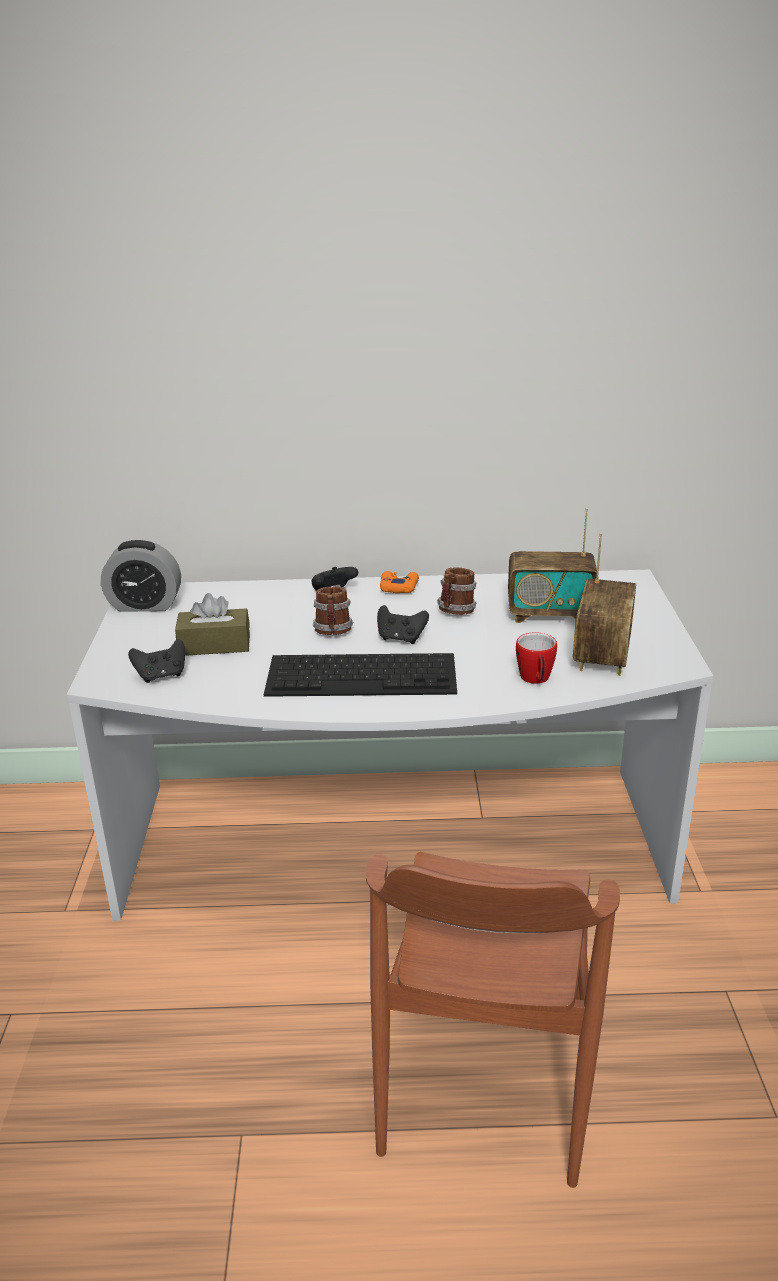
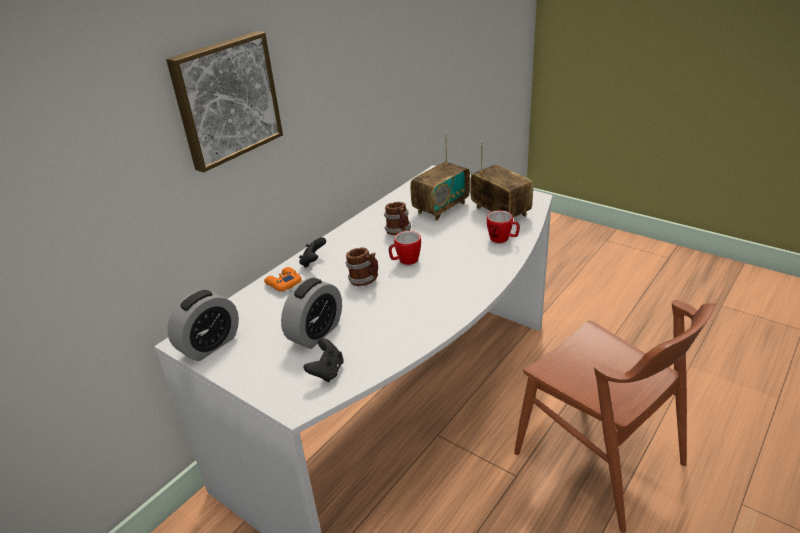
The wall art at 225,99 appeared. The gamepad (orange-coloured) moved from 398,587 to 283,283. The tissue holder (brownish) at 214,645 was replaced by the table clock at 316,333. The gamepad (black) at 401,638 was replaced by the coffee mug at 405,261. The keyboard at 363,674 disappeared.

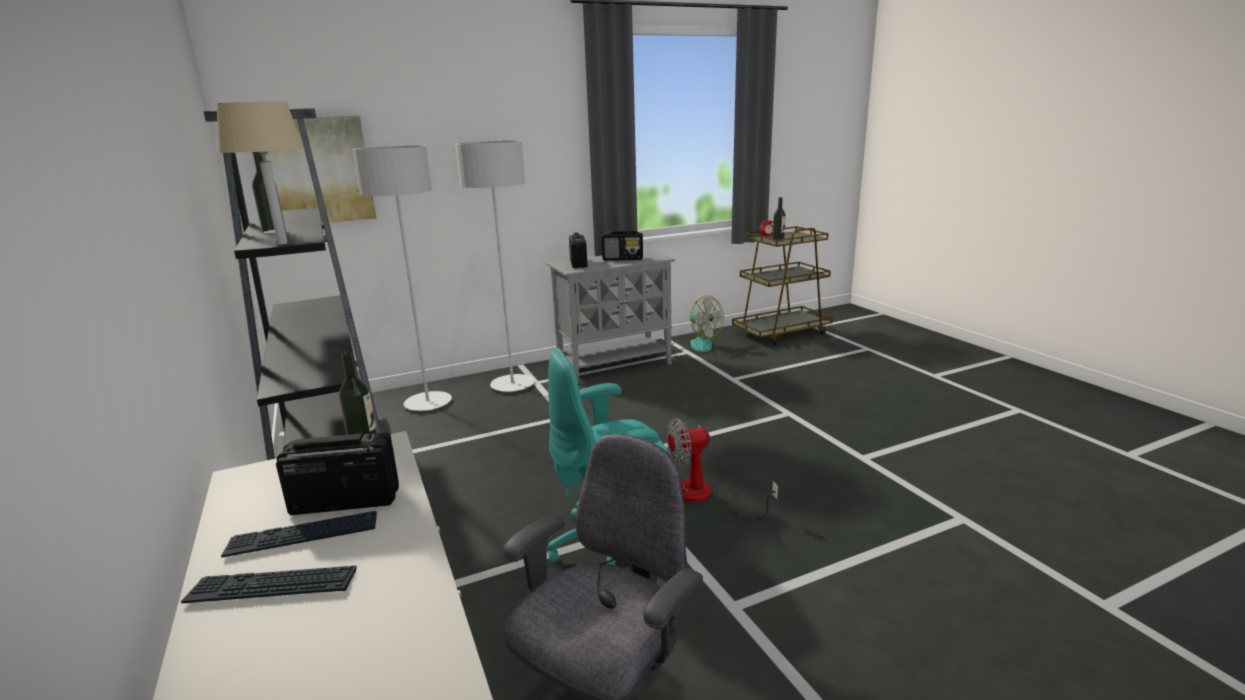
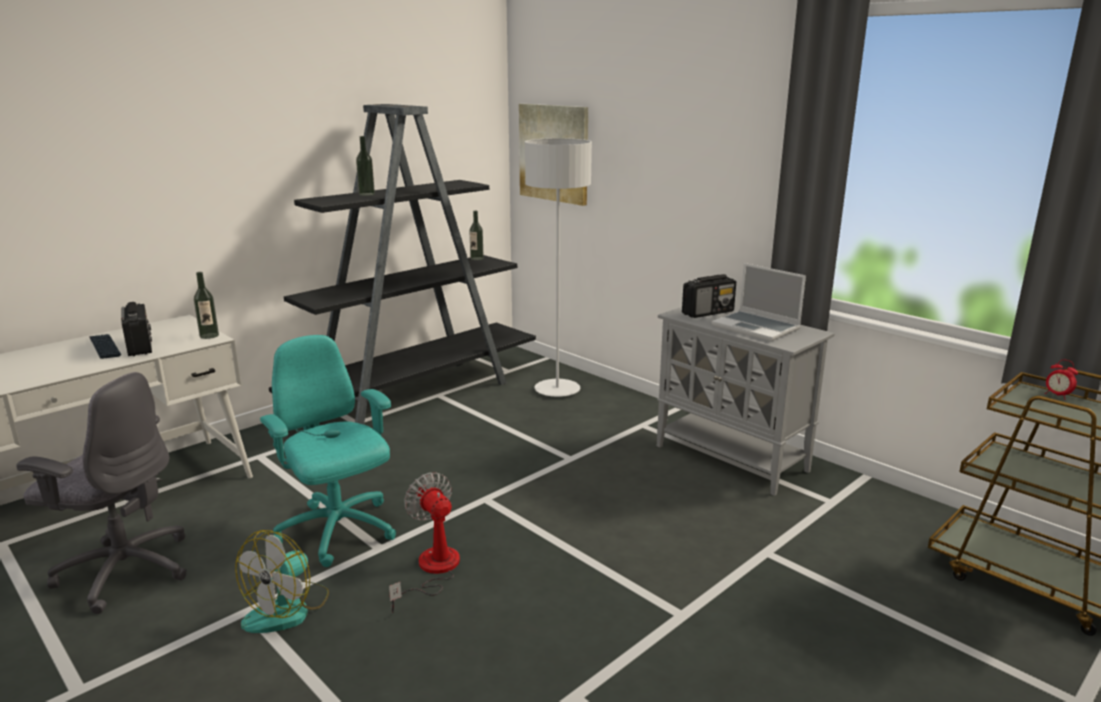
The cooling fan moved from 695,345 to 288,609. The drink bottle moved from 778,241 to 477,258. The radio at 623,259 was replaced by the notebook computer at 757,327. The keyboard at 272,587 disappeared. The table lamp (sand-coloured) at 282,243 disappeared. The standard lamp (gray) at 512,385 disappeared.

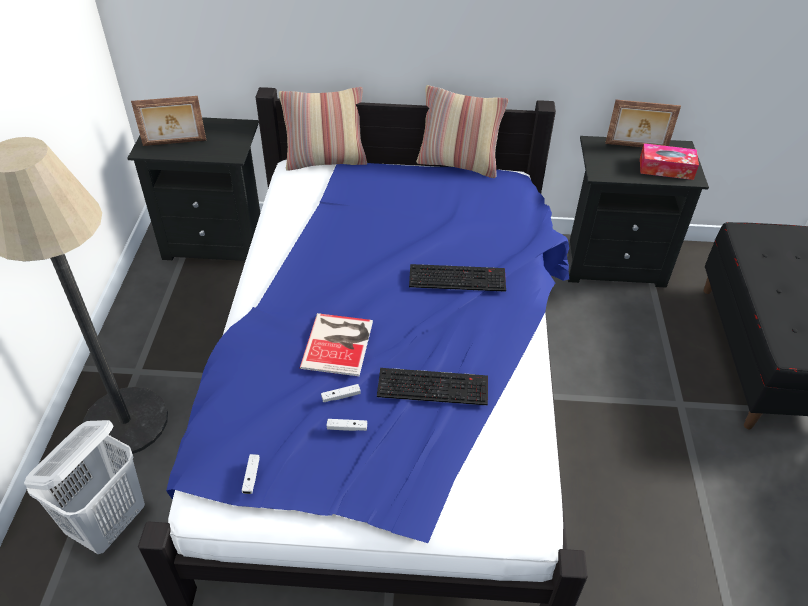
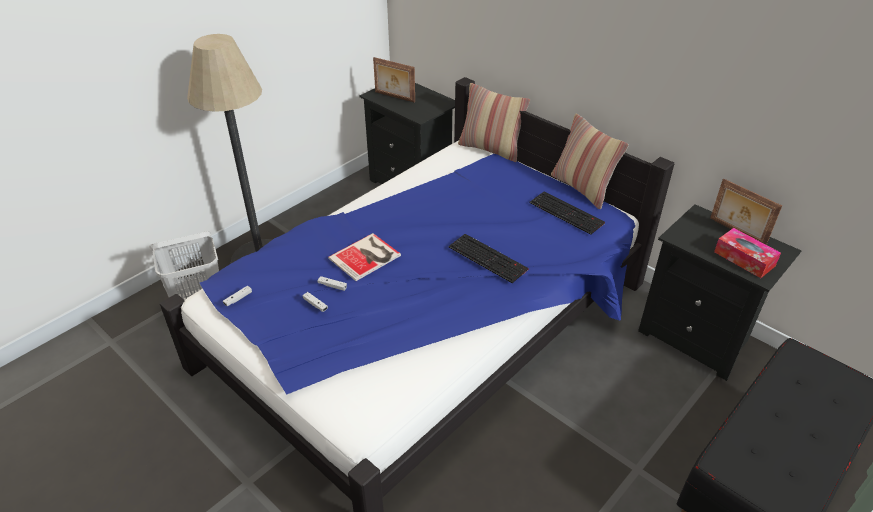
The keyboard moved from 434,386 to 567,213.

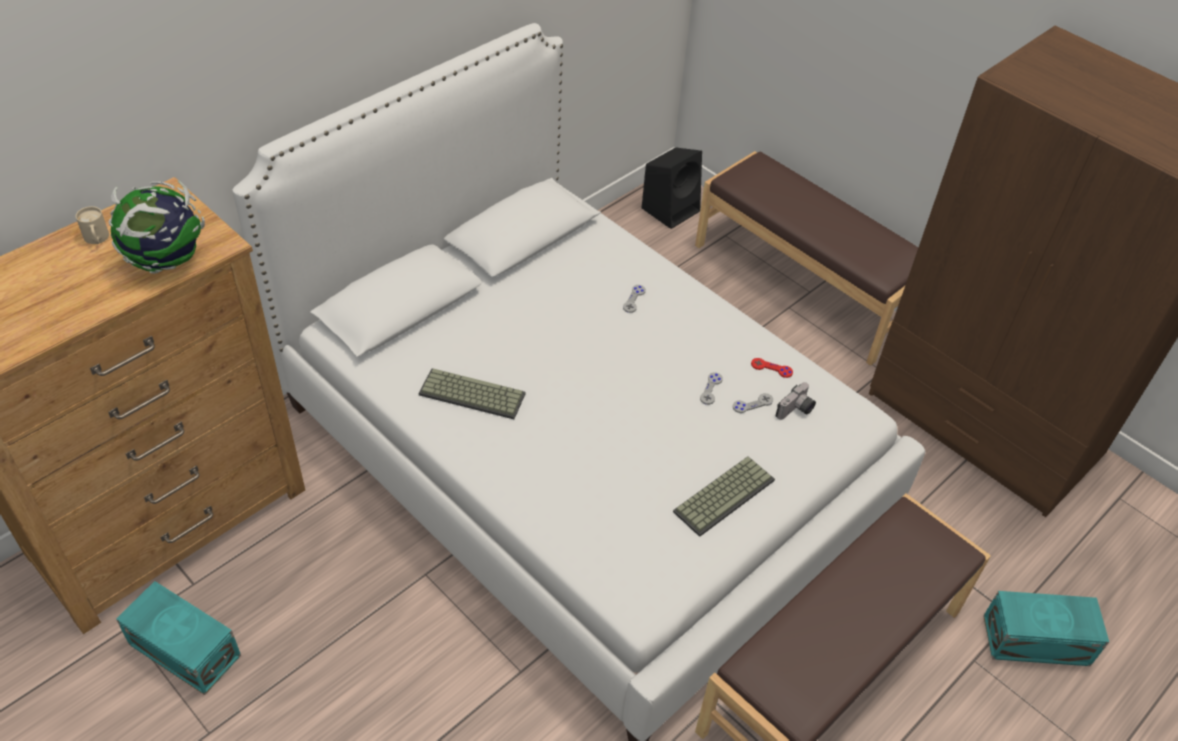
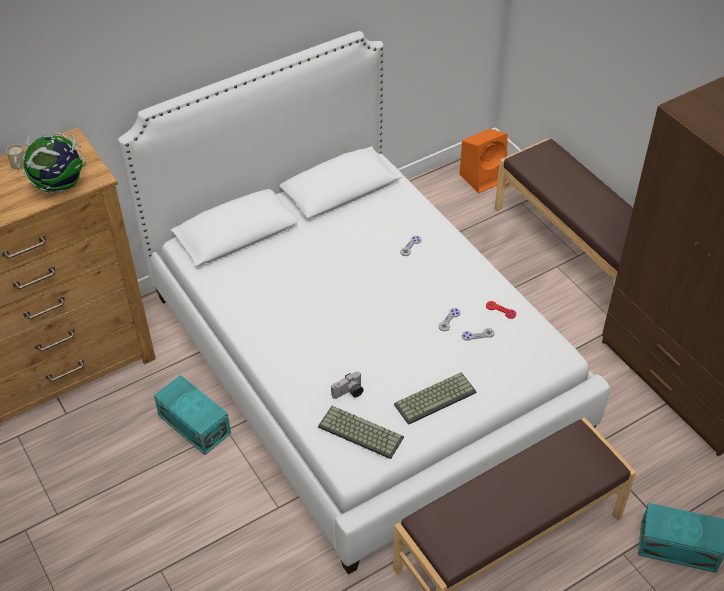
The storage bin (turquoise-coloured) moved from 185,648 to 194,423. The keyboard moved from 470,395 to 359,433. The photo camera moved from 796,411 to 349,393. The audio speaker (black) at 671,209 became the audio speaker (orange-coloured) at 483,177.

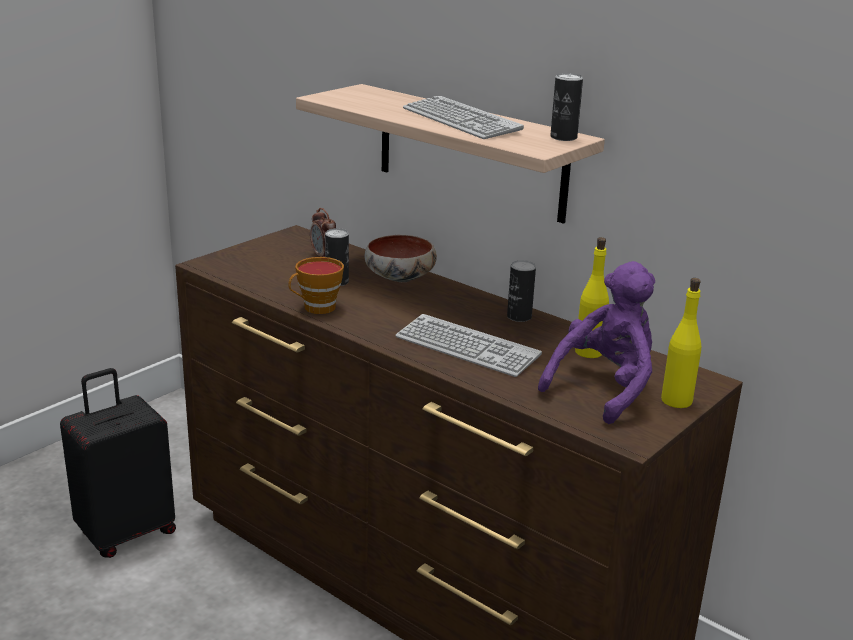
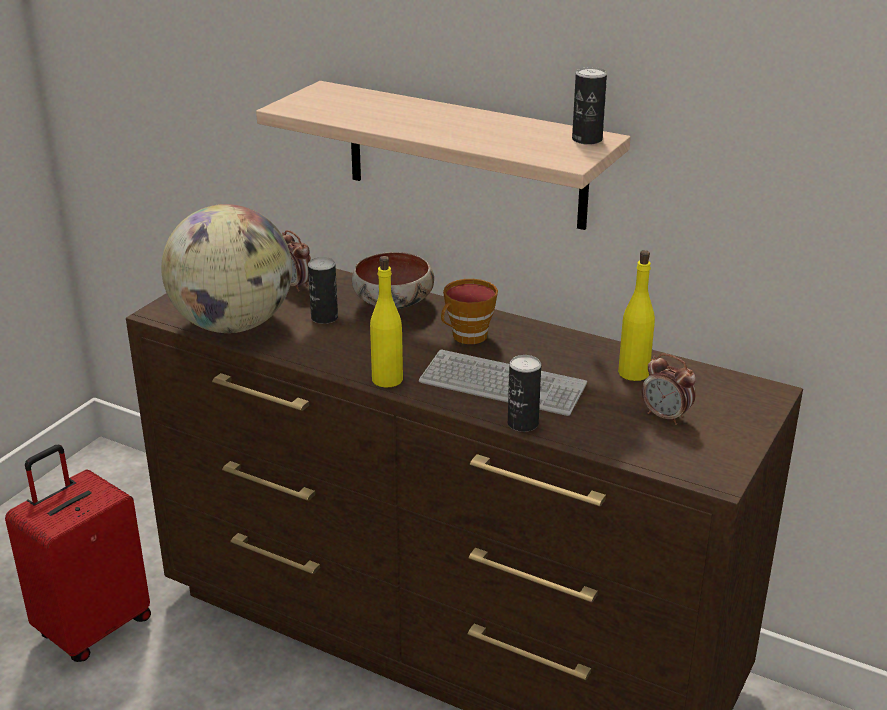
The suitcase (black) at 126,532 became the suitcase (reddish) at 93,627. The world globe at 233,325 appeared. The drink bottle (yellow-coloured) moved from 676,400 to 387,379. The cup moved from 316,308 to 466,337. The sealed can moved from 519,317 to 523,424. The soft toy (purple-coloured) at 604,388 was replaced by the table clock at 666,417. The keyboard at 460,120 disappeared.

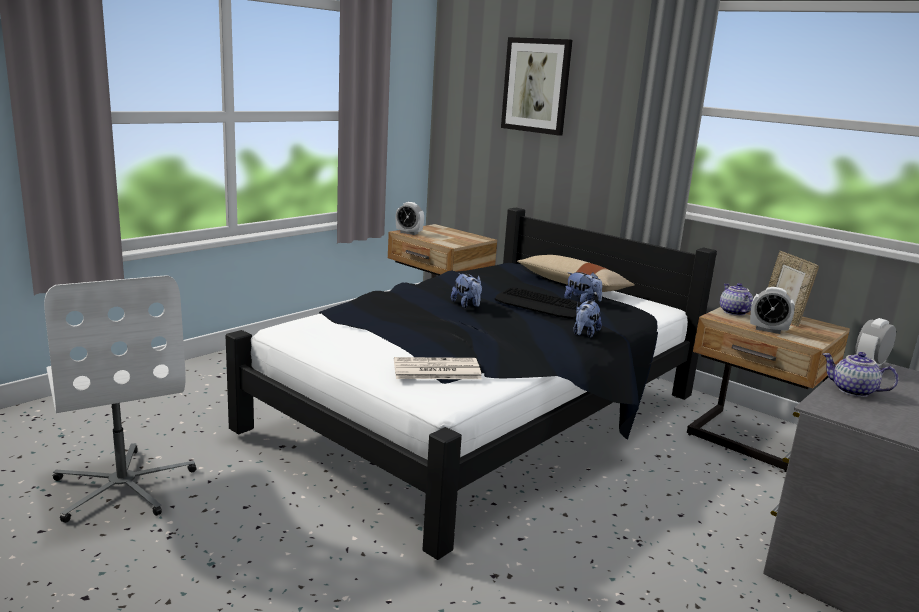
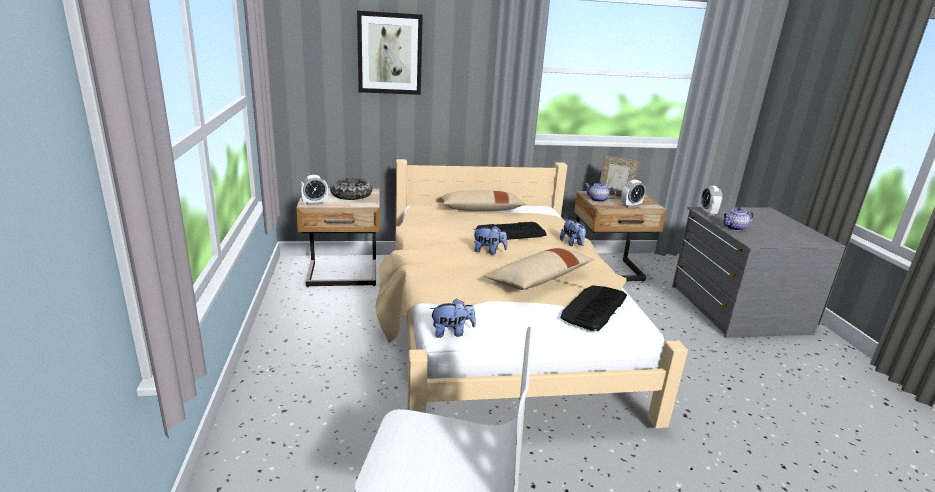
The bowl at 351,195 appeared. The sleeping bed (black) at 478,416 became the sleeping bed (sand-coloured) at 498,329. The soft toy moved from 582,301 to 452,332. The cushion (sand-coloured) at 539,279 appeared. The daily paper at 435,370 was replaced by the keyboard at 594,307.

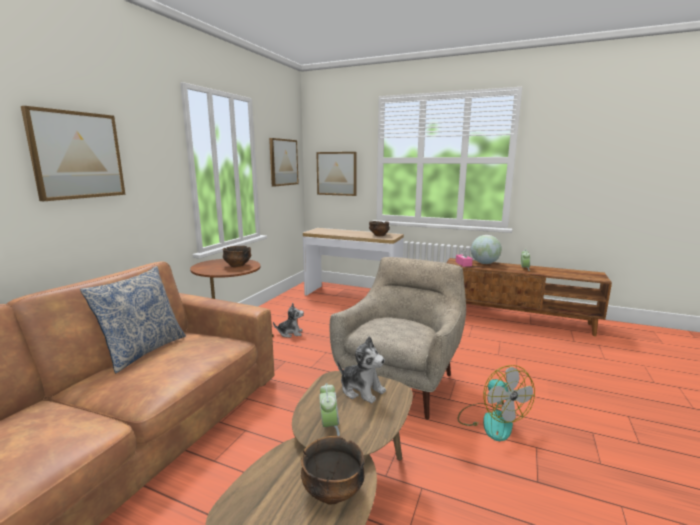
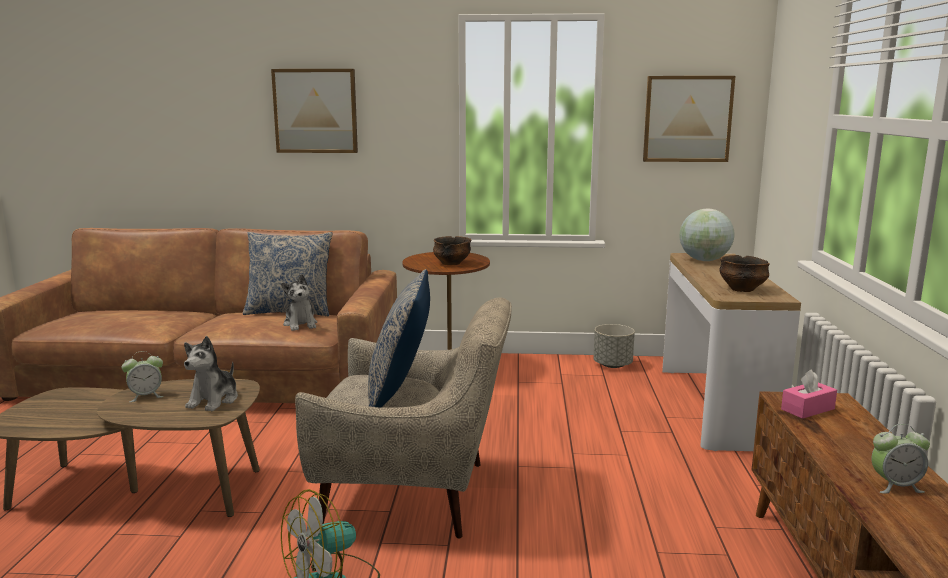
The soft toy moved from 290,333 to 300,324. The cushion at 401,392 appeared. The plant pot (gray) at 613,365 appeared. The world globe moved from 484,263 to 704,260. The bowl at 332,492 disappeared. The wall art at 337,173 disappeared.

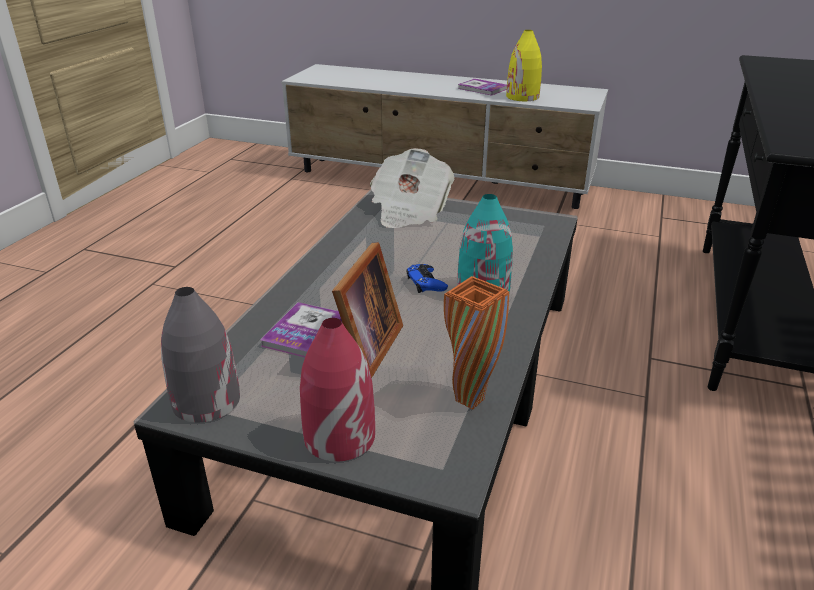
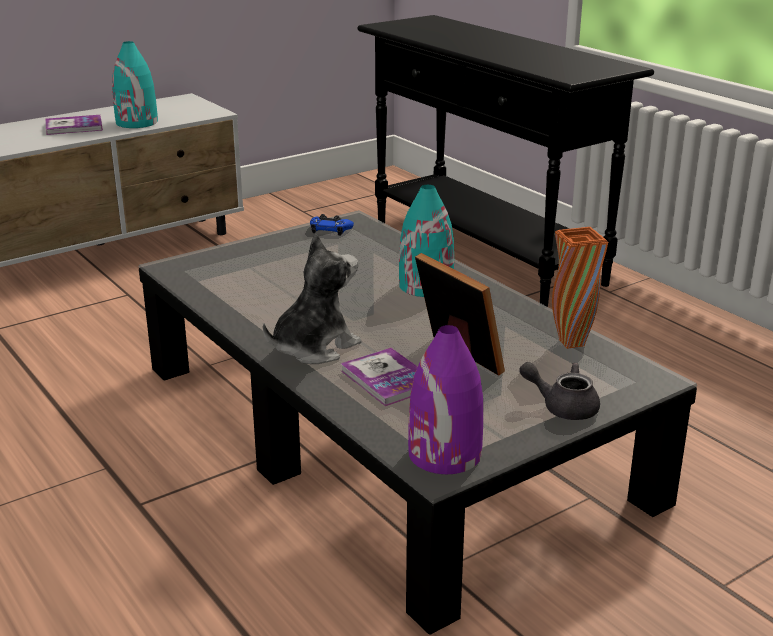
The vase (yellow-coloured) at 522,97 became the vase (turquoise-coloured) at 137,122. The soft toy at 314,347 appeared. The gamepad (bluish) moved from 426,283 to 330,229. The vase (gray) at 205,401 became the vase (purple-coloured) at 445,454. The vase (reddish) at 339,436 was replaced by the pot for tea (gray) at 562,406. The daily paper at 409,211 disappeared.

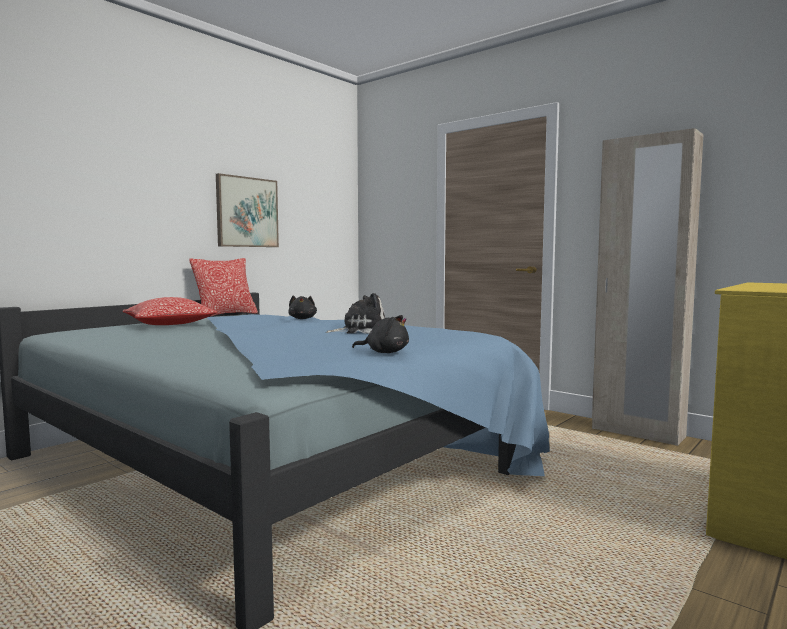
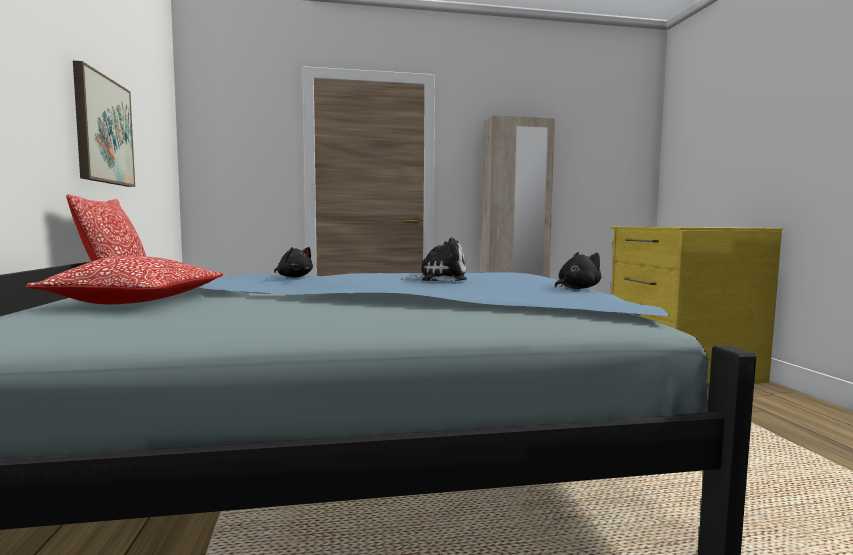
The soft toy at 360,331 turned 60 degrees clockwise.

